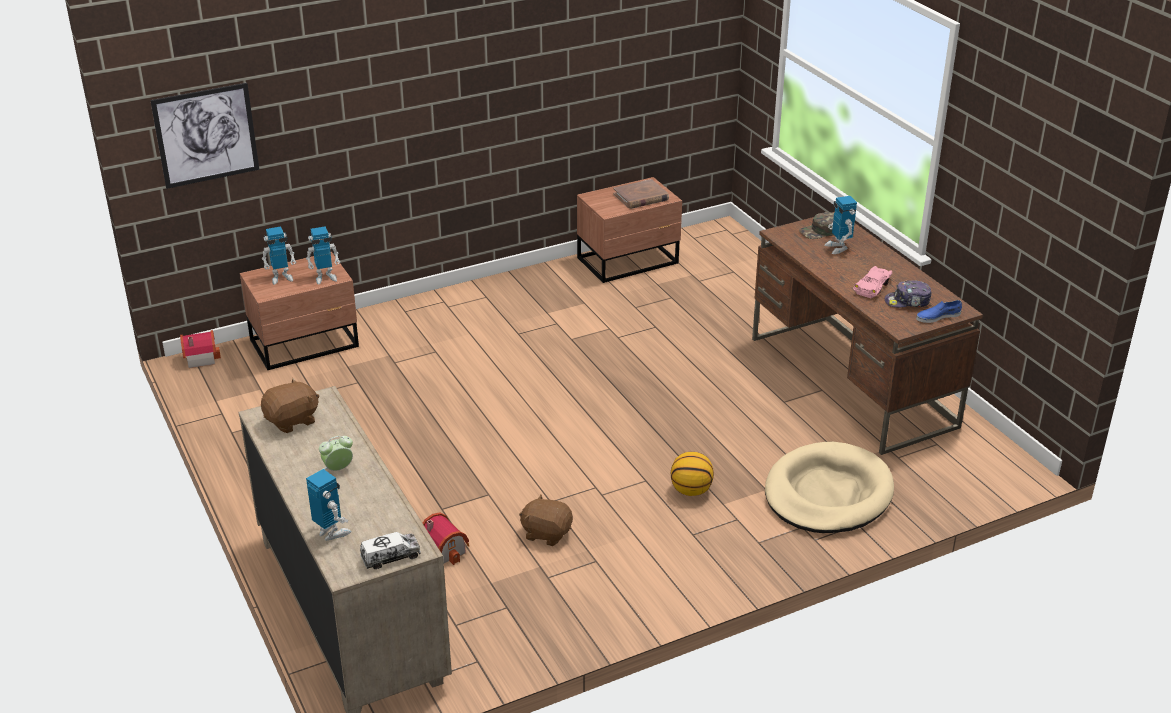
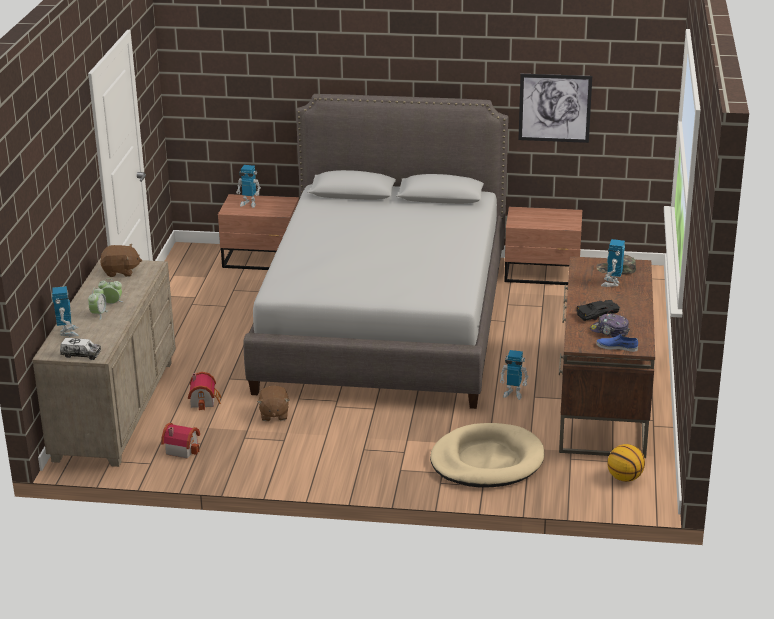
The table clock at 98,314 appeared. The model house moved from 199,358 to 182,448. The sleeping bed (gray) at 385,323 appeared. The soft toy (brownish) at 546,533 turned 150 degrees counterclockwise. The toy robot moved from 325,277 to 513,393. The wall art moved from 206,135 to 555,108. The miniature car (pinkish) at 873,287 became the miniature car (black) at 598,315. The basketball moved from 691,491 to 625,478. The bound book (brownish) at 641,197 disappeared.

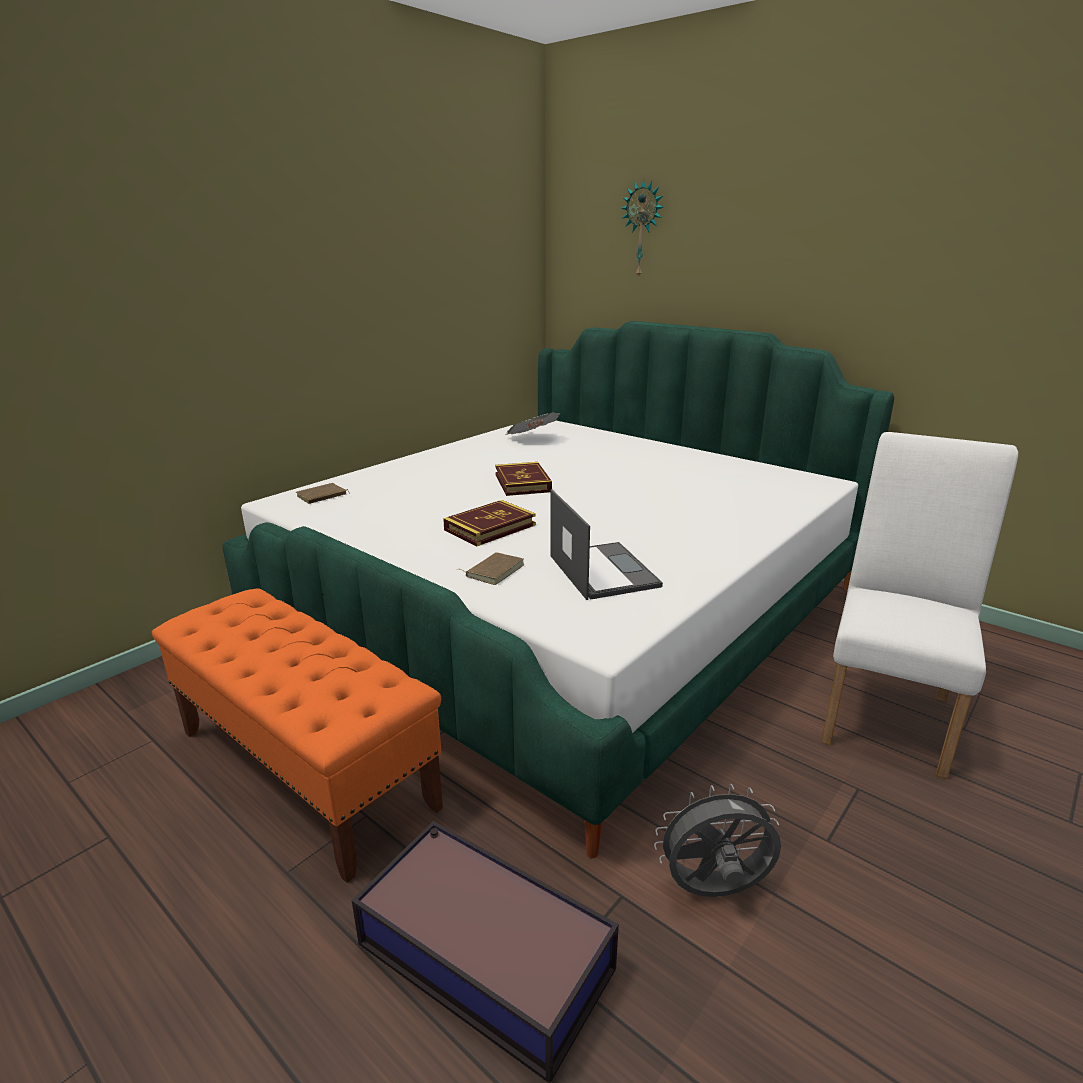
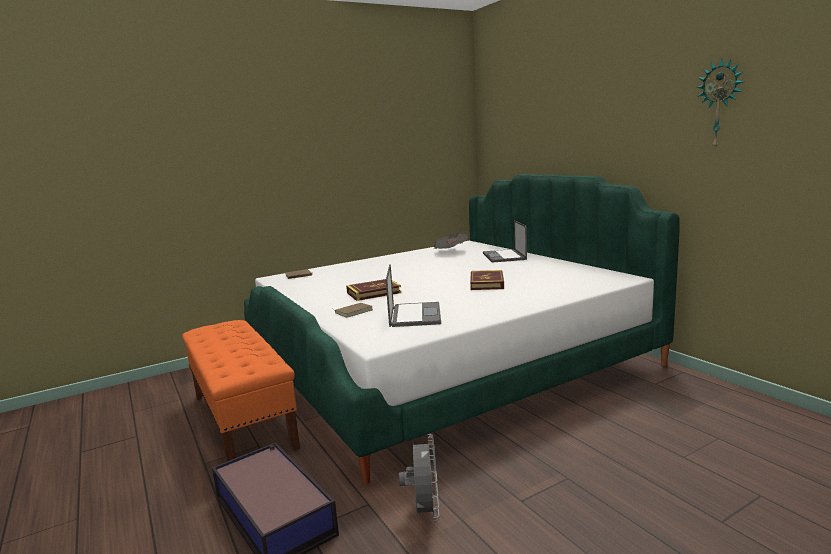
The cooling fan (gray) at 714,891 turned 75 degrees clockwise. The bound book moved from 522,483 to 487,283. The notebook computer at 504,256 appeared. The wall clock moved from 643,229 to 720,104. The plain chair (whitish) at 888,712 disappeared.

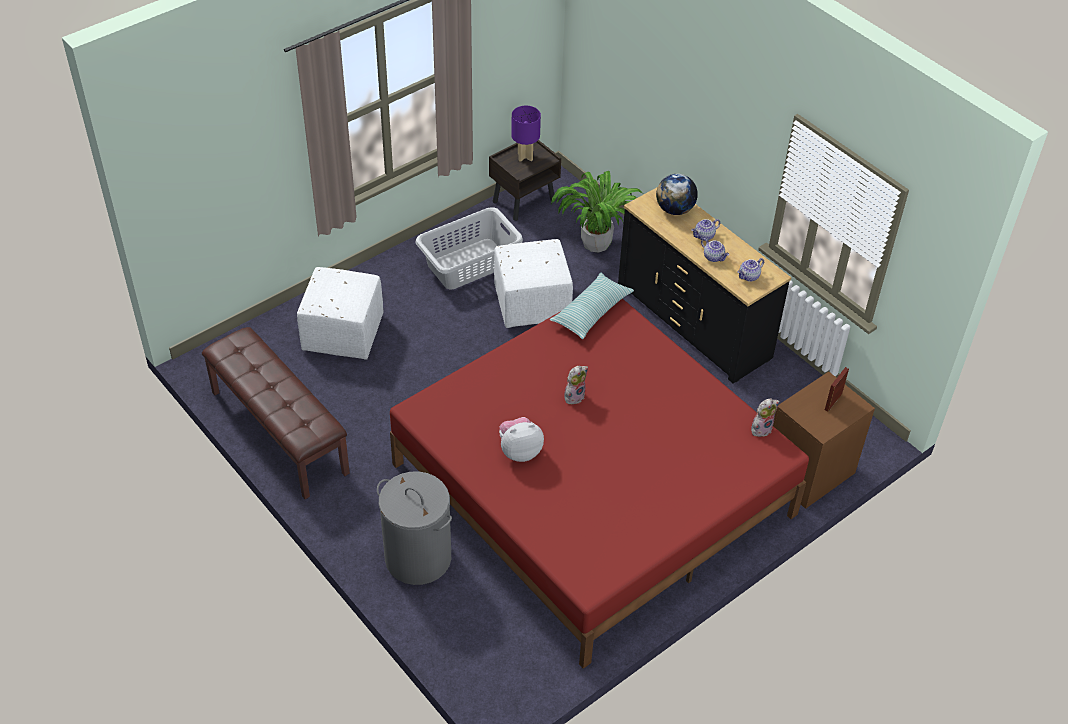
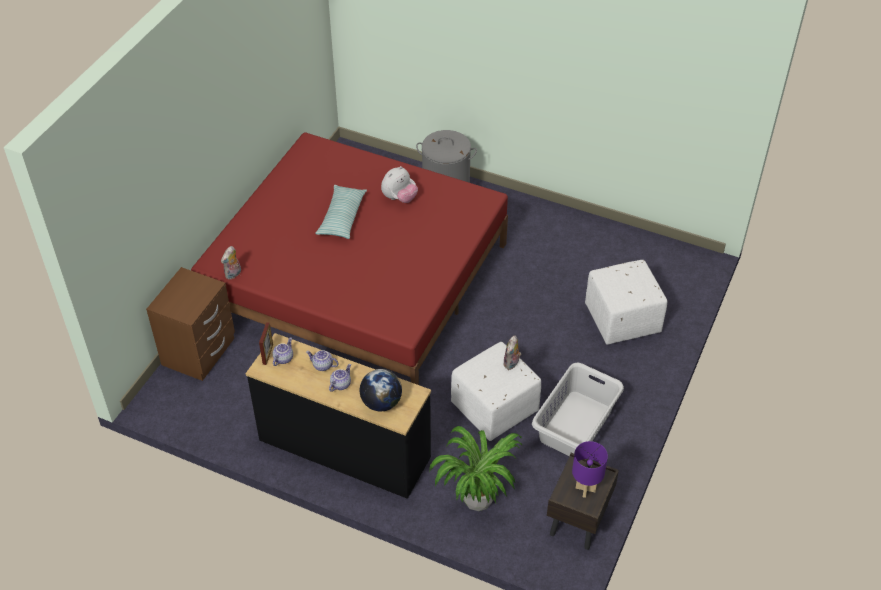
The standing frame moved from 833,402 to 268,354. The cushion moved from 591,312 to 342,217. The soft toy moved from 574,396 to 512,364. The long seat (brownish) at 278,432 disappeared.

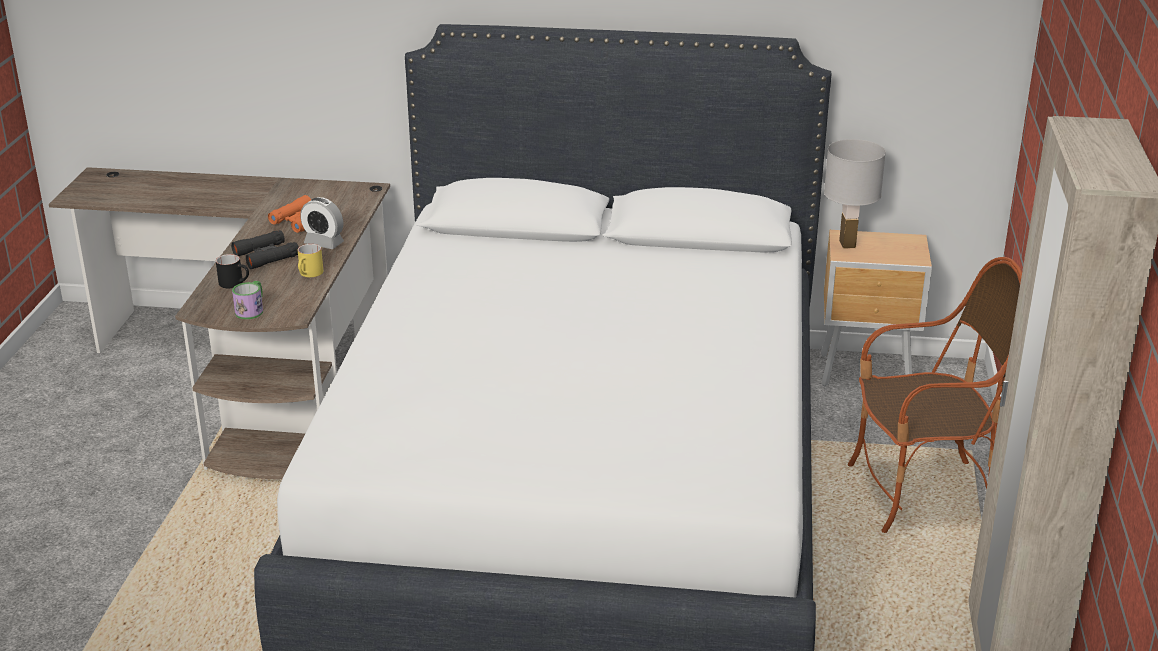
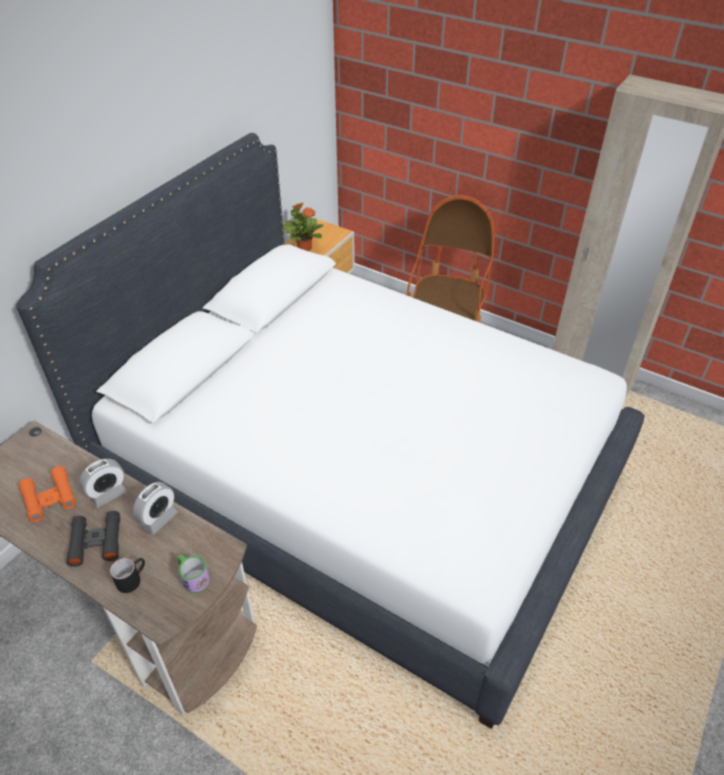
The coffee mug (yellow-coloured) at 310,274 was replaced by the table clock at 159,519. The table lamp (whitish) at 848,244 was replaced by the plant in a pot at 304,247.

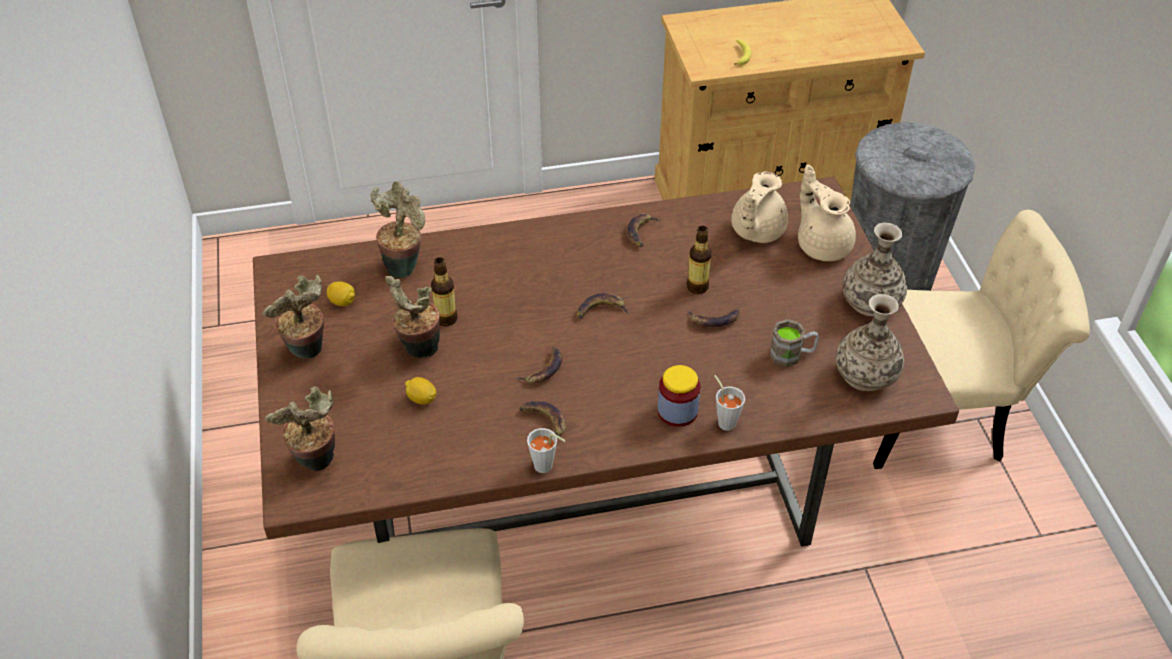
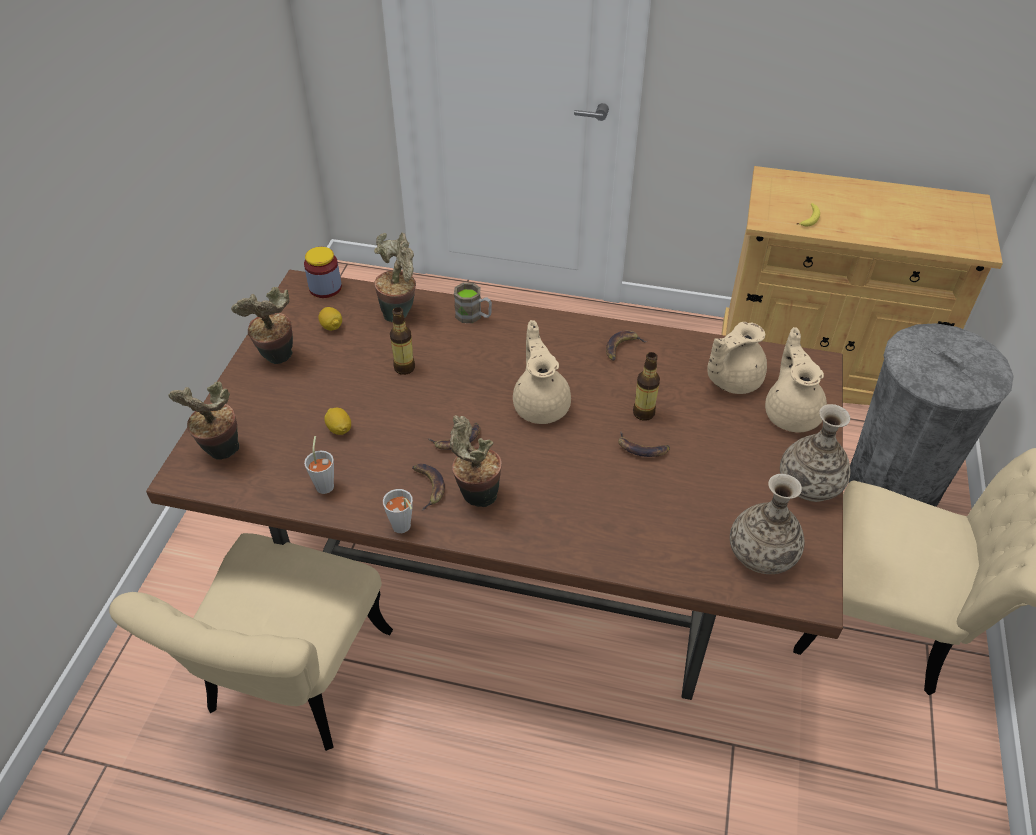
The jar moved from 677,411 to 325,288. The cup (gray) moved from 724,420 to 325,483. The plant in a pot moved from 418,349 to 476,495. The coffee mug (brownish) moved from 792,355 to 473,316. The whole banana at 600,310 was replaced by the pot for tea (sand-coloured) at 541,405.

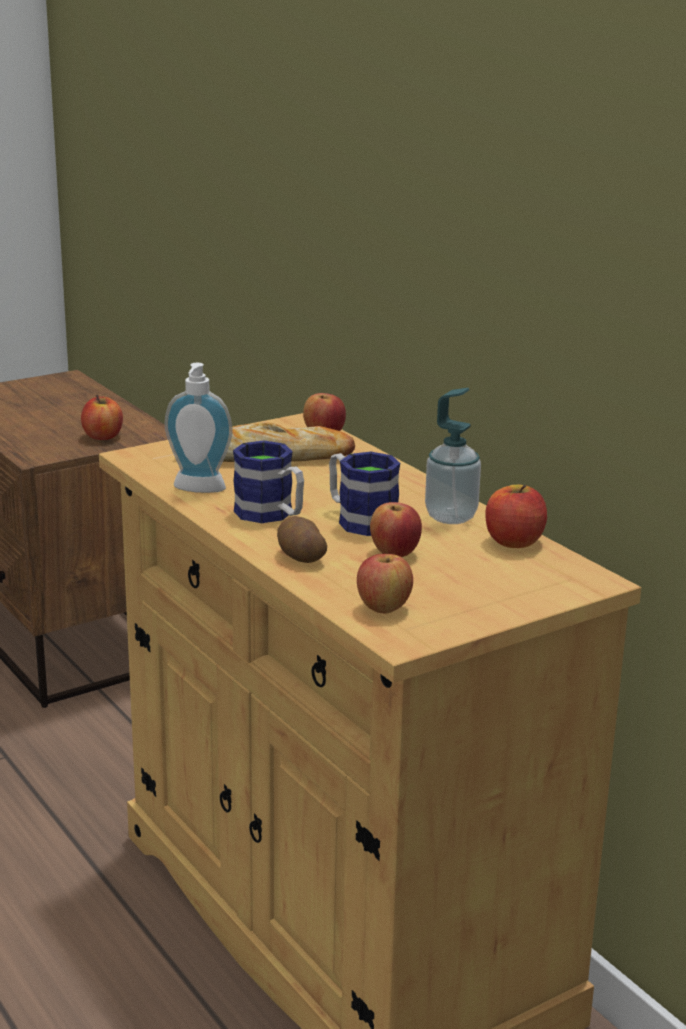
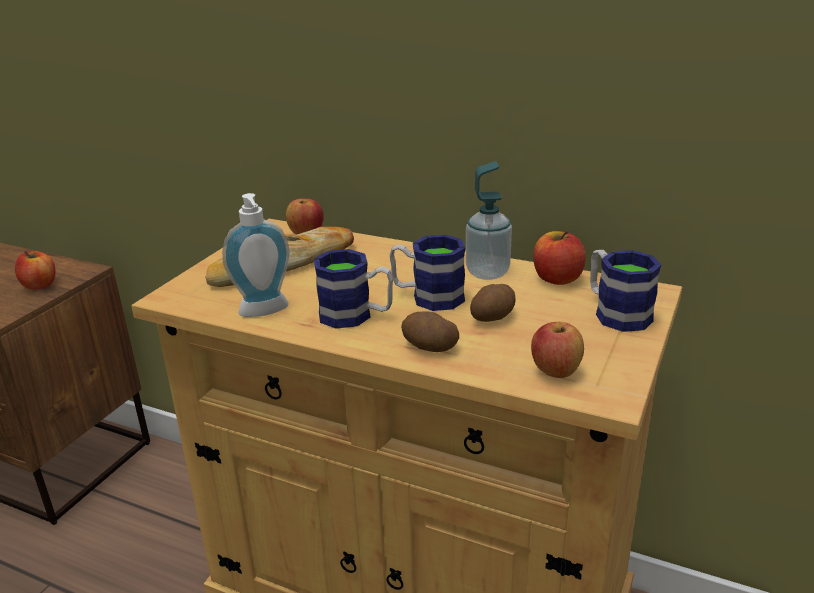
The whole apple at 395,553 was replaced by the spud at 493,317. The coffee mug at 615,312 appeared.

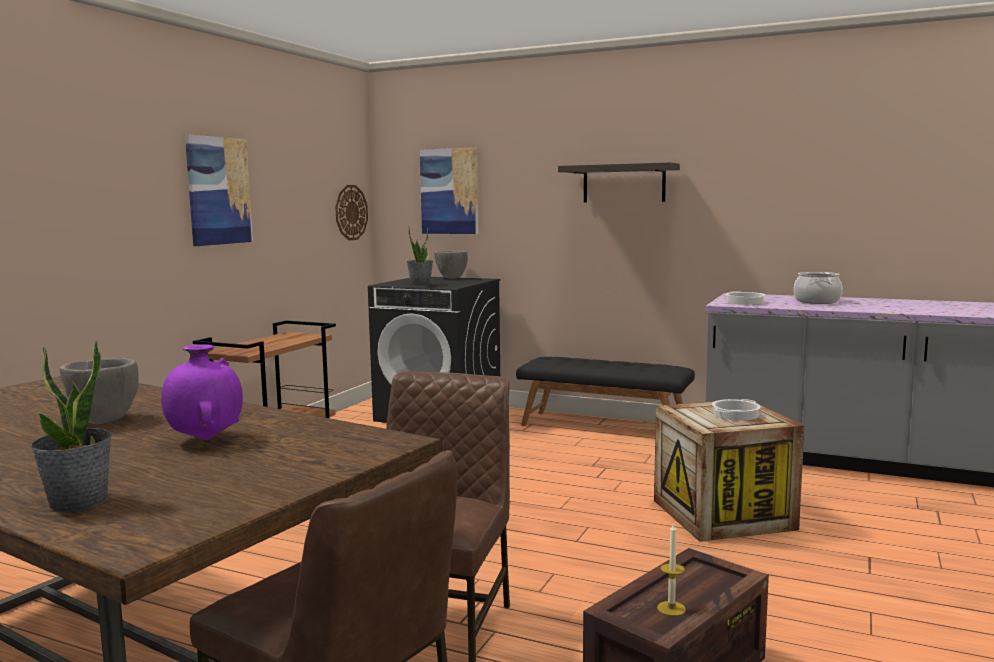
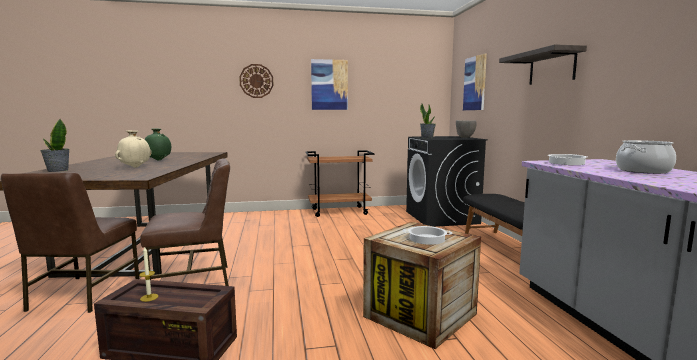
The vase (purple-coloured) at 205,439 became the vase (sand-coloured) at 135,167. The bowl (gray) at 104,420 was replaced by the vase (greenish) at 158,160. The wall clock moved from 351,212 to 256,81.

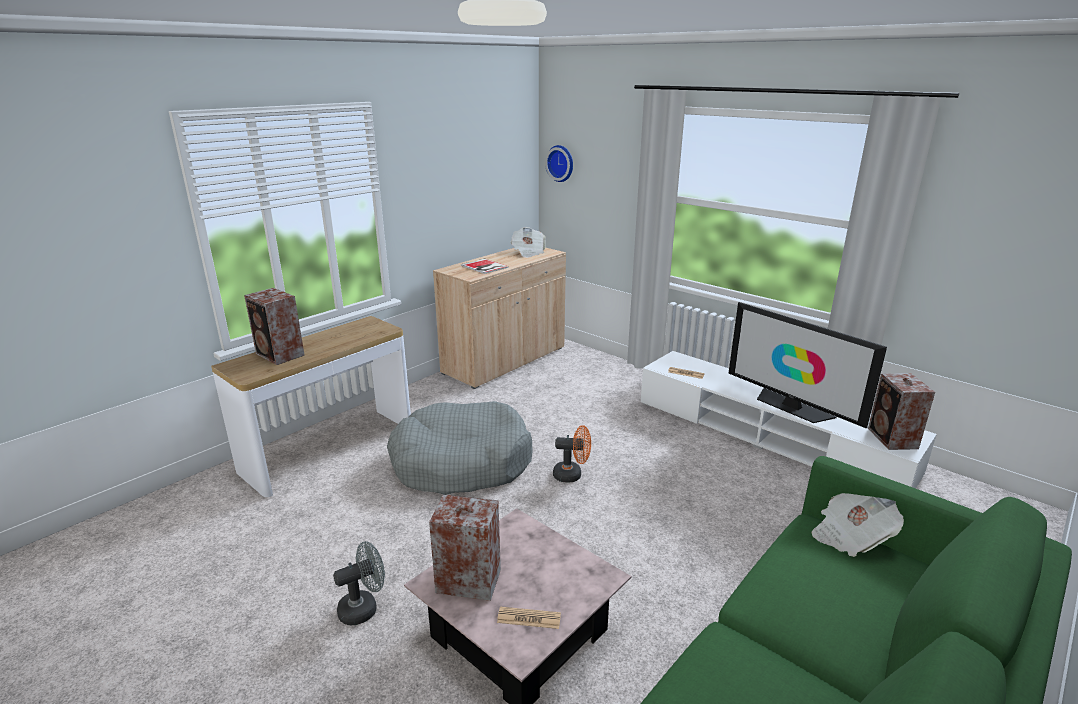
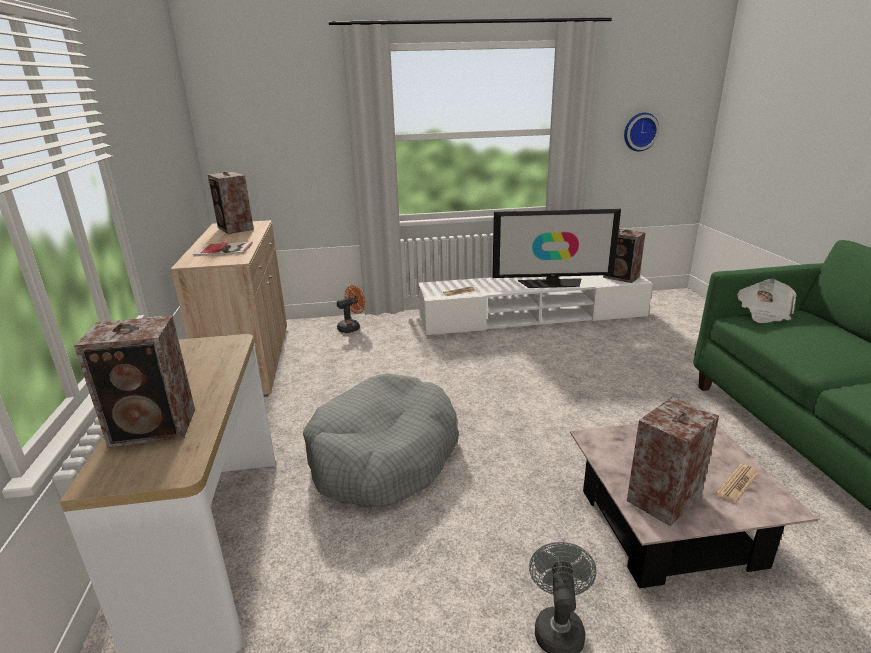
The daily paper at 528,252 was replaced by the audio speaker at 235,229. The cooling fan (orange-coloured) moved from 572,475 to 351,327. The wall clock moved from 561,163 to 640,131.

